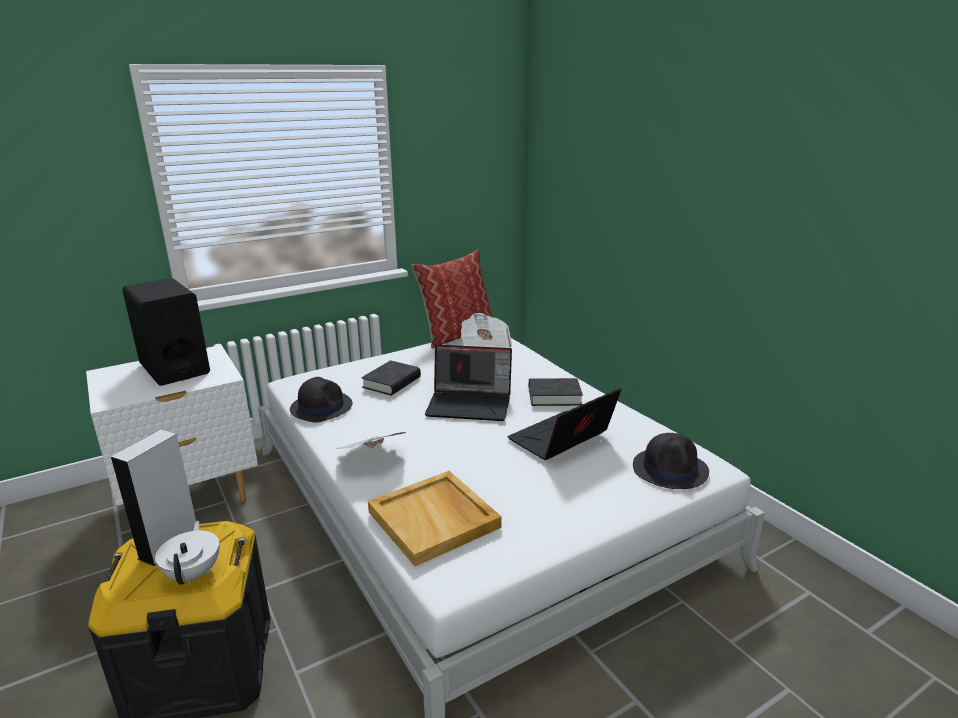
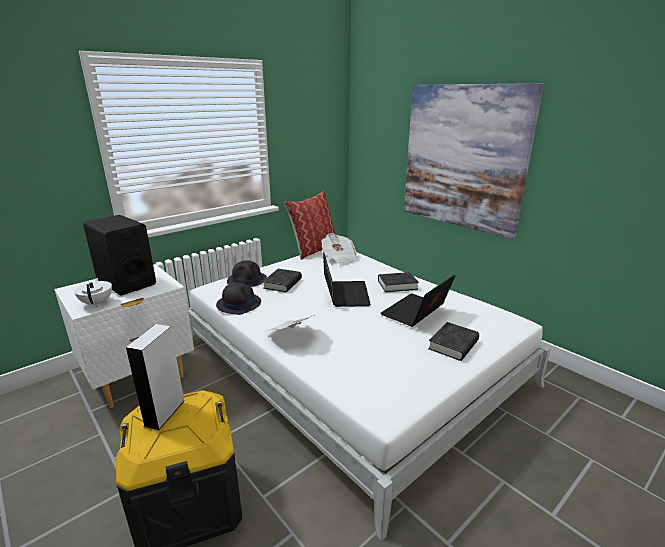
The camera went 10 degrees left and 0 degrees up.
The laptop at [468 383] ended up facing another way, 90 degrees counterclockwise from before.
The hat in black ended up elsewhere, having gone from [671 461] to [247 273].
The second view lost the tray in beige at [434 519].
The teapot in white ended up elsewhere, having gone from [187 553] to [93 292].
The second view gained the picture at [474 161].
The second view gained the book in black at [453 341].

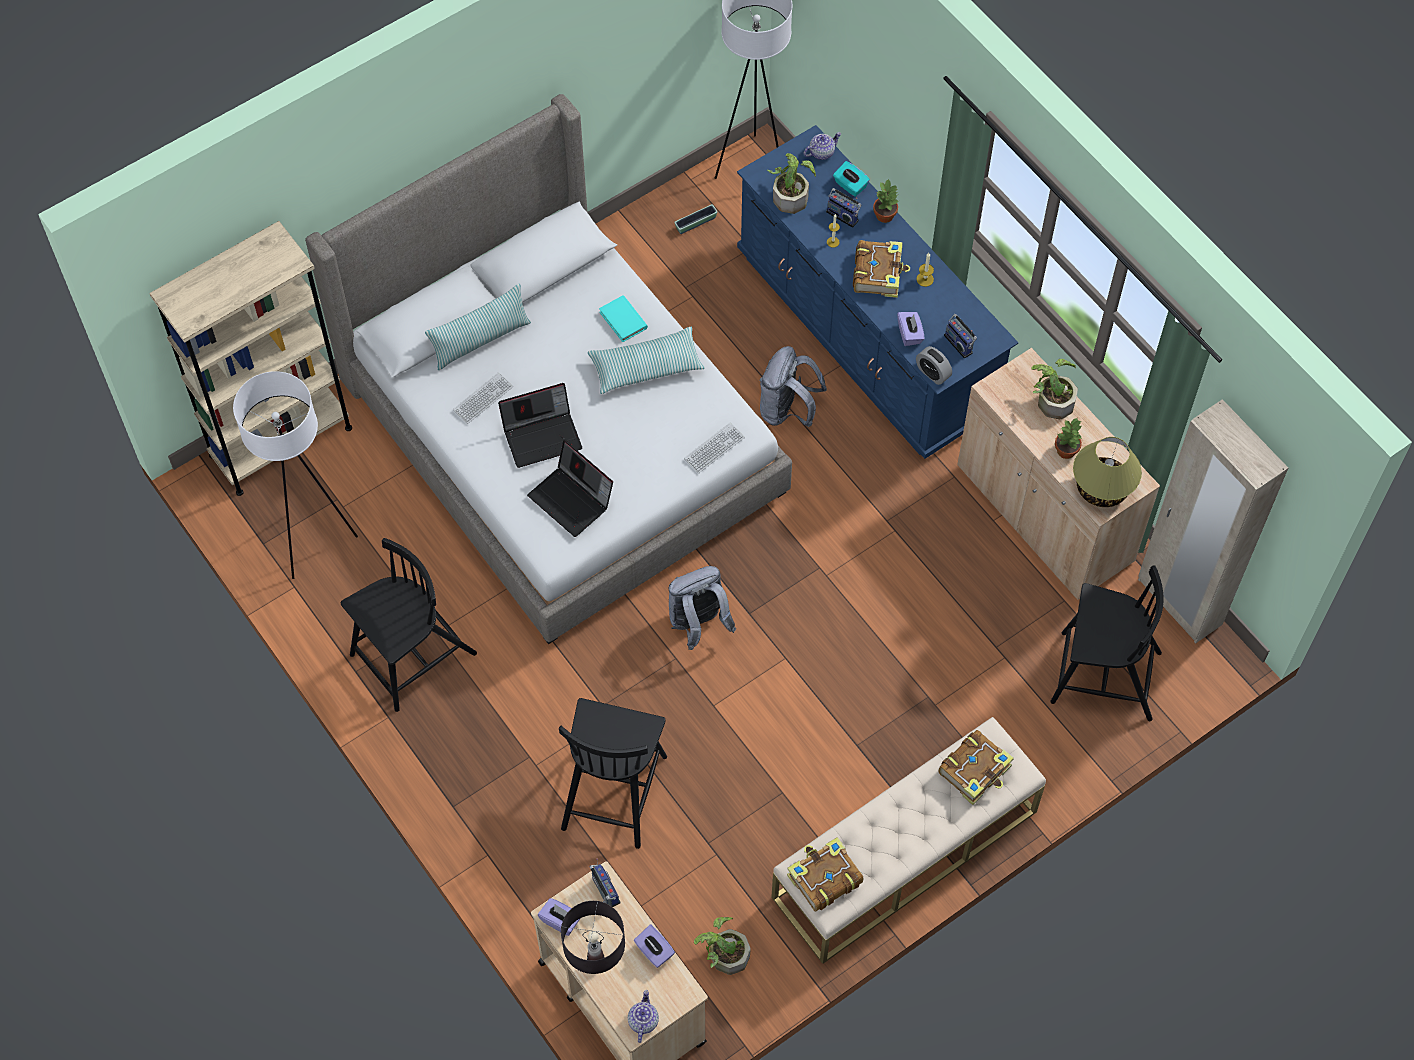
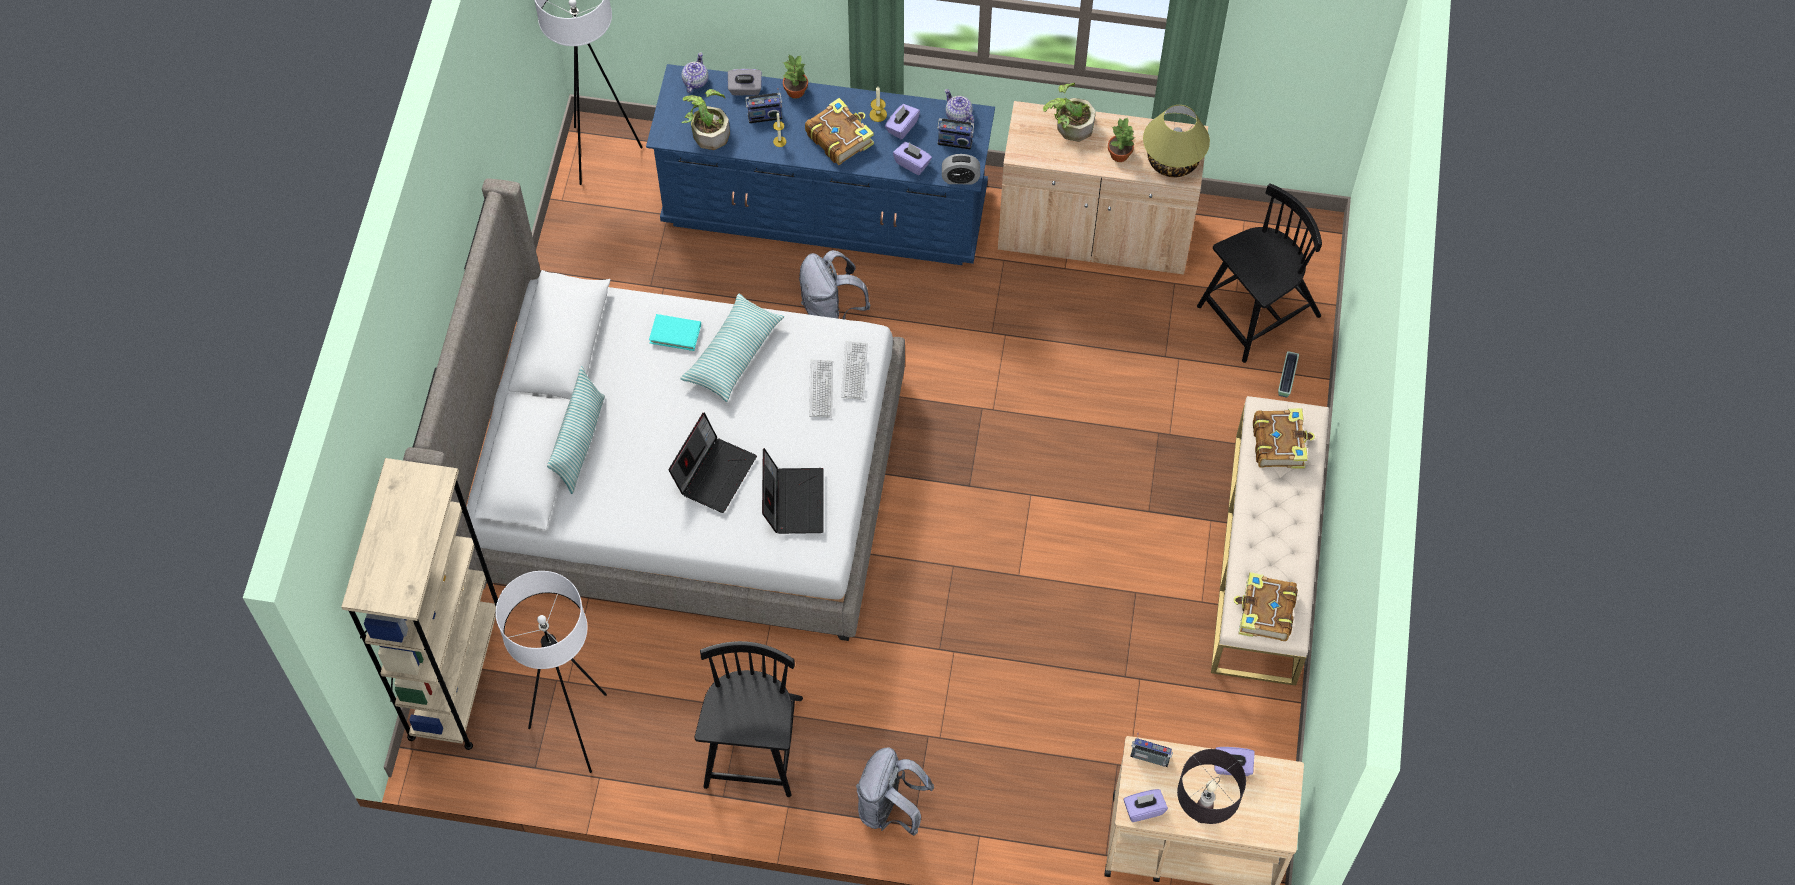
The camera went 45 degrees left and 0 degrees up.
What was the tissue box in turquoise at [851 179] turned into the tissue box in grey at [745 82].
The planter ended up elsewhere, having gone from [695 219] to [1288 374].
The keyboard ended up elsewhere, having gone from [483 398] to [821 389].
The second view lost the wardrobe in beige at [1213 521].
The laptop at [570 488] ended up facing another way, 90 degrees counterclockwise from before.
The backpack in grey ended up elsewhere, having gone from [702 608] to [895 791].
The second view lost the chair in black at [613 773].
The second view lost the potted plant at [722 946].
The teapot ended up elsewhere, having gone from [643 1016] to [959 106].
The second view gained the tissue box in purple at [902 122].

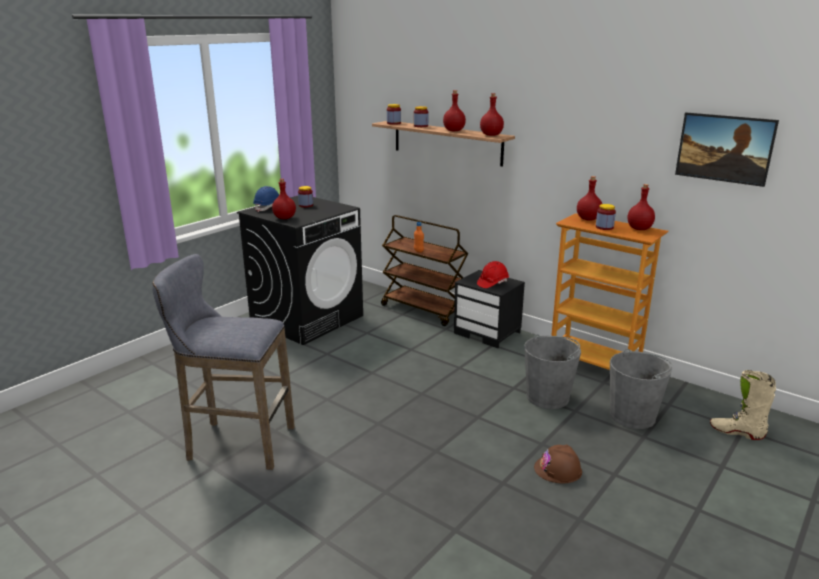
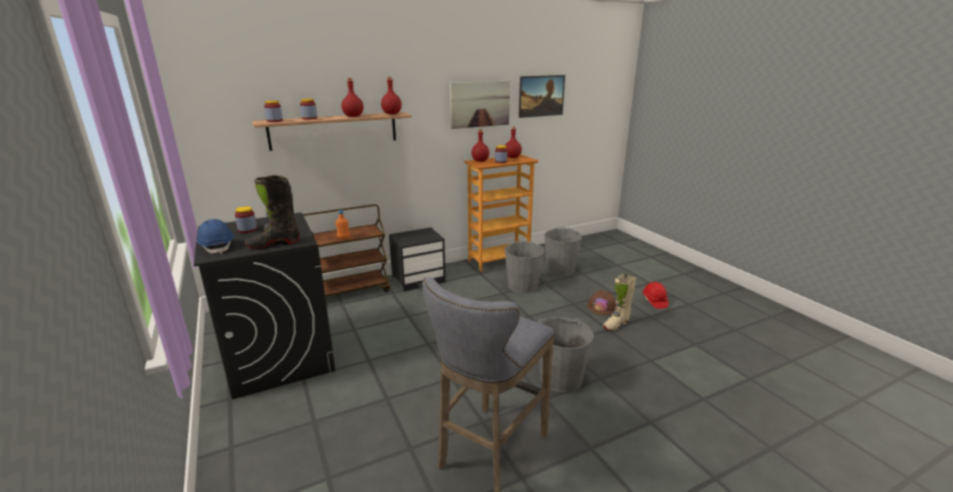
The camera went 65 degrees left and 0 degrees up.
Where the bottle in red stood at [284 199], the boot in black came to stand at [272 212].
The hard hat in red ended up elsewhere, having gone from [493 274] to [655 295].
The boot in beige ended up elsewhere, having gone from [743 405] to [619 302].
The second view gained the picture at [480 105].
The second view gained the bucket in grey at [566 355].

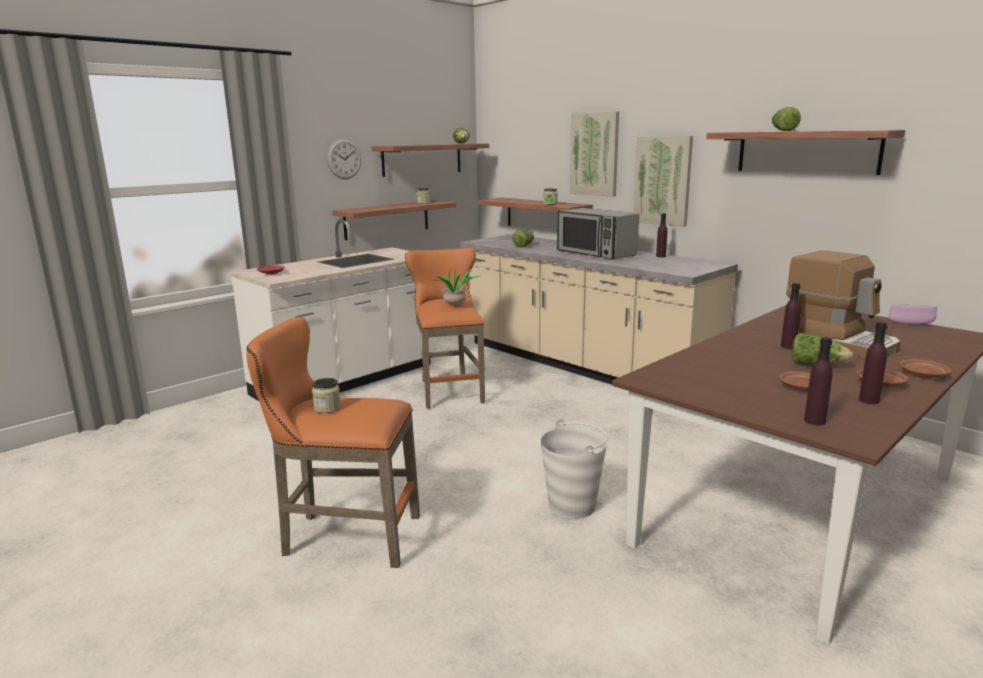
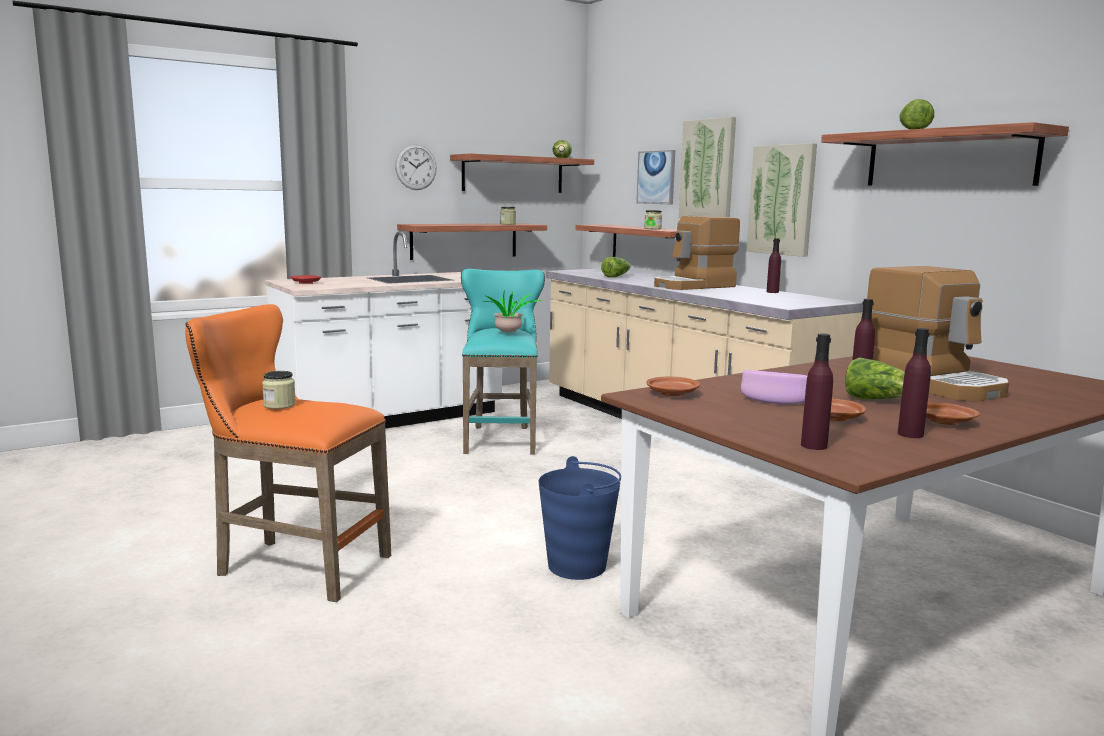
The camera went 10 degrees right and 5 degrees down.
Where the microwave stood at [598 234], the coffee machine came to stand at [697 253].
What was the stool in orange at [445 328] turned into the stool in turquoise at [503 362].
The bowl in purple ended up elsewhere, having gone from [912 315] to [774 387].
The plate in brown ended up elsewhere, having gone from [925 368] to [673 386].
What was the bucket in white at [574 469] turned into the bucket in blue at [580 518].
The second view gained the picture at [655 177].

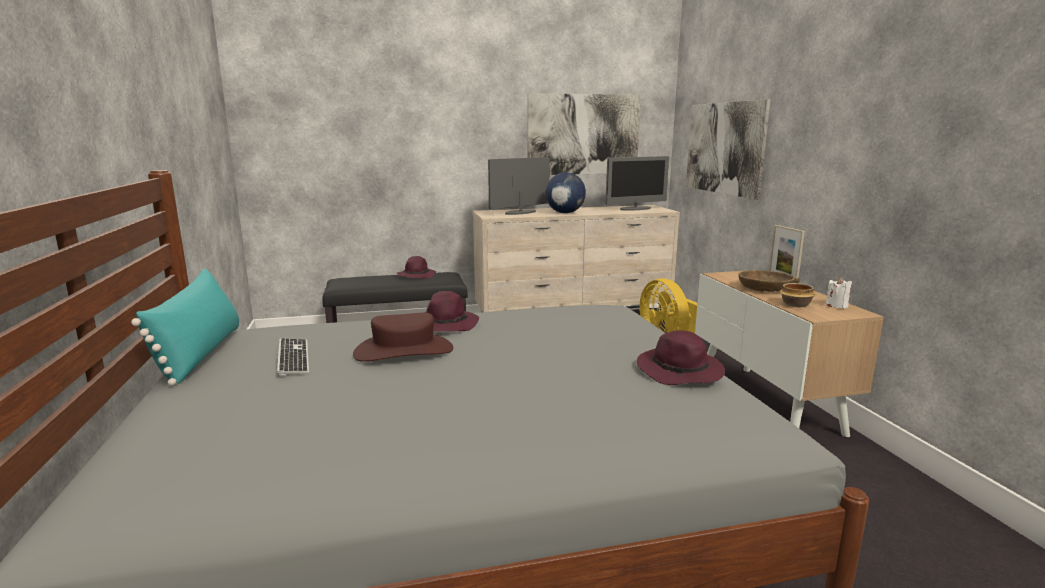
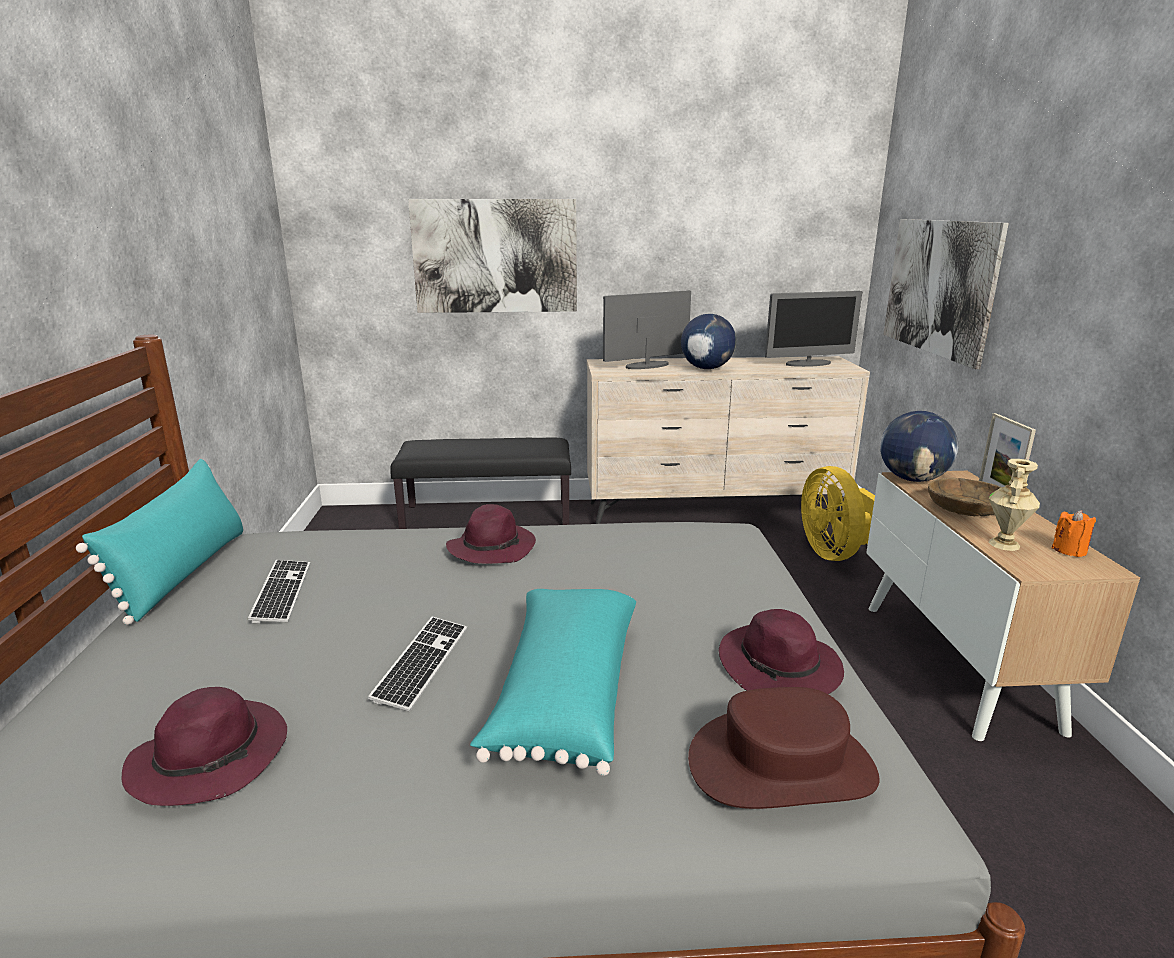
The camera went 10 degrees right and 5 degrees up.
The picture ended up elsewhere, having gone from [584 134] to [492 256].
The hat in purple ended up elsewhere, having gone from [416 267] to [204 746].
What was the candle in white at [839 293] turned into the candle in orange at [1074 533].
Where the bowl stood at [797 295], the vase in beige came to stand at [1014 505].
The hat in brown ended up elsewhere, having gone from [403 337] to [784 748].
The second view gained the globe at [919 446].
The second view gained the pillow in turquoise at [553 682].
The second view gained the keyboard at [417 664].

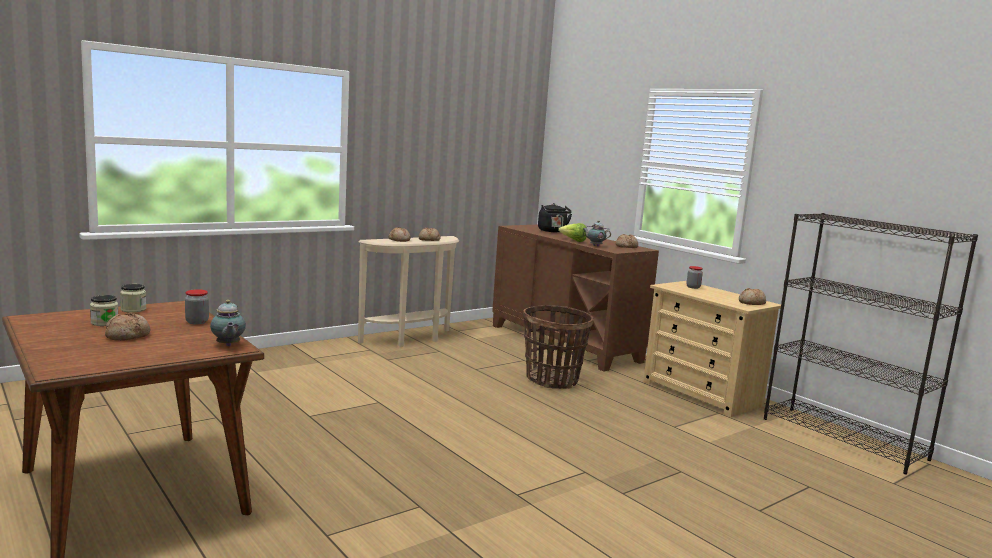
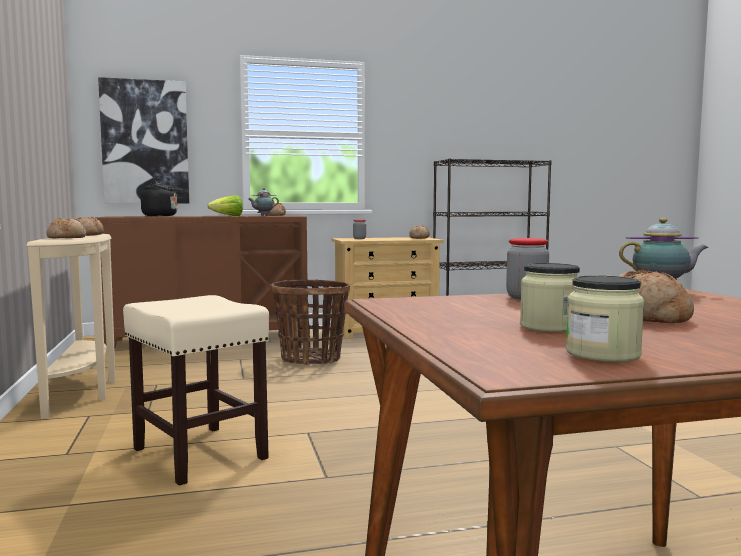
The camera went 65 degrees left and 5 degrees down.
The jar ended up elsewhere, having gone from [133 298] to [605 318].
The second view gained the picture at [143 140].
The second view gained the stool in beige at [196 390].

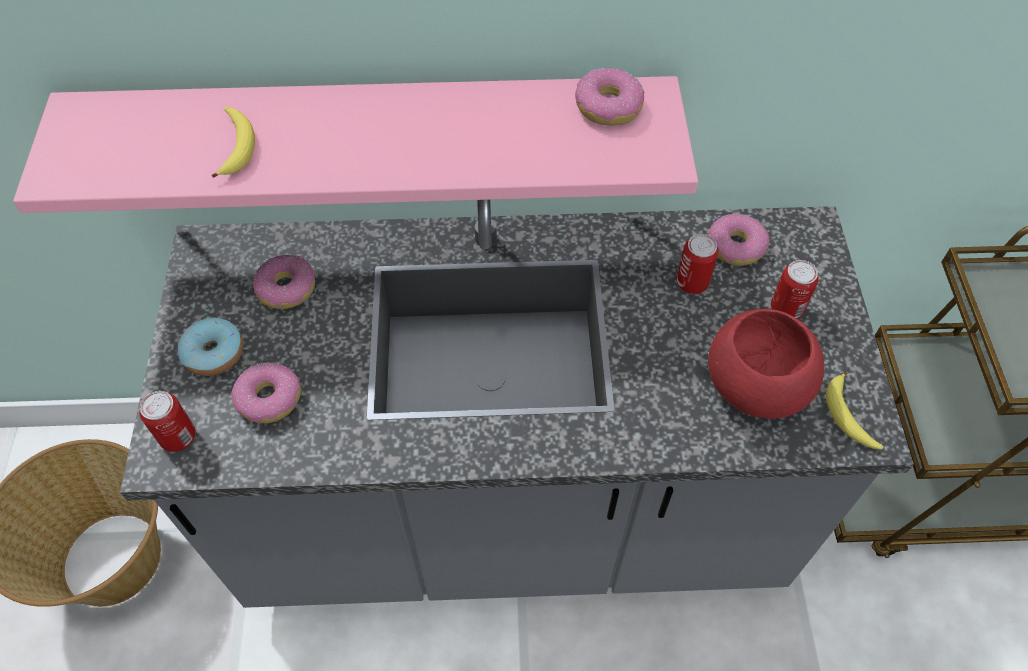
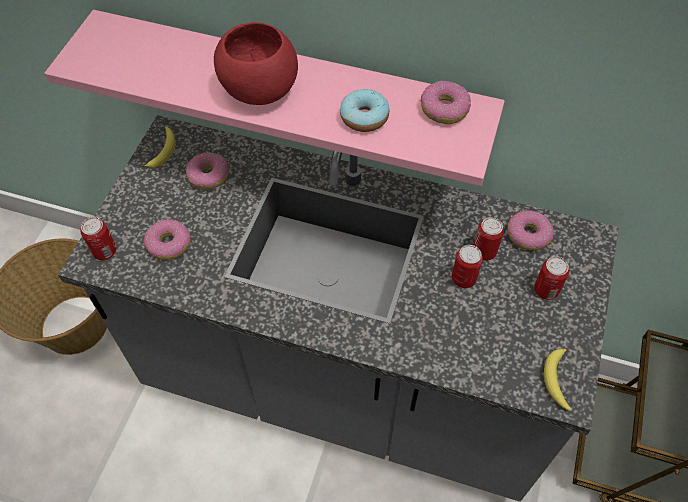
The camera went 20 degrees right and 0 degrees up.
The banana ended up elsewhere, having gone from [233 142] to [159 147].
The bowl in red ended up elsewhere, having gone from [766 364] to [256 63].
The donut ended up elsewhere, having gone from [210 347] to [364 110].
The second view gained the can at [467 266].

